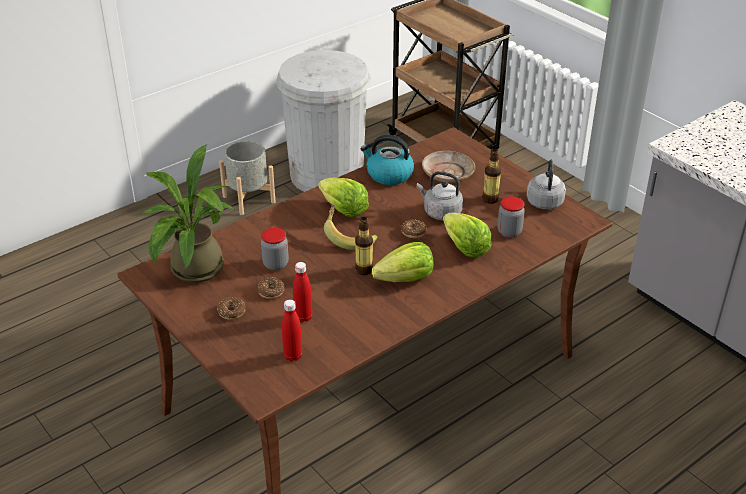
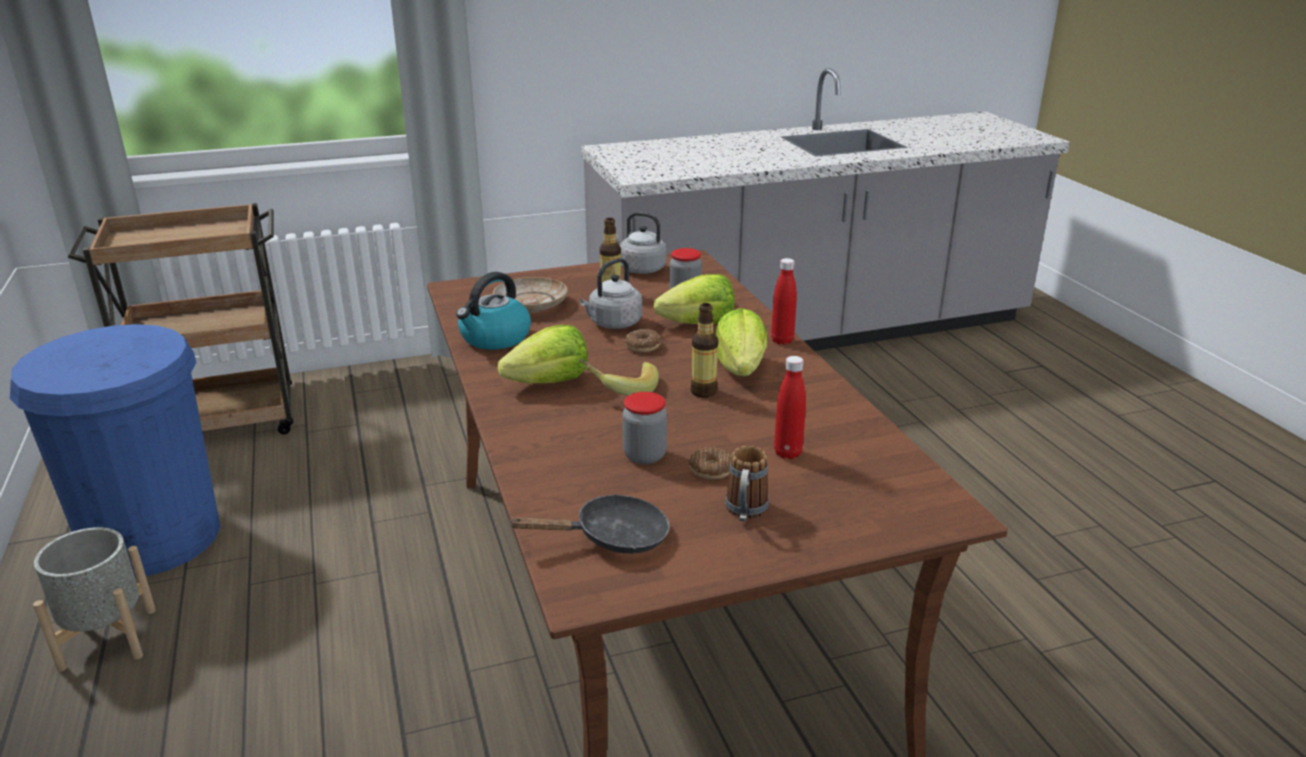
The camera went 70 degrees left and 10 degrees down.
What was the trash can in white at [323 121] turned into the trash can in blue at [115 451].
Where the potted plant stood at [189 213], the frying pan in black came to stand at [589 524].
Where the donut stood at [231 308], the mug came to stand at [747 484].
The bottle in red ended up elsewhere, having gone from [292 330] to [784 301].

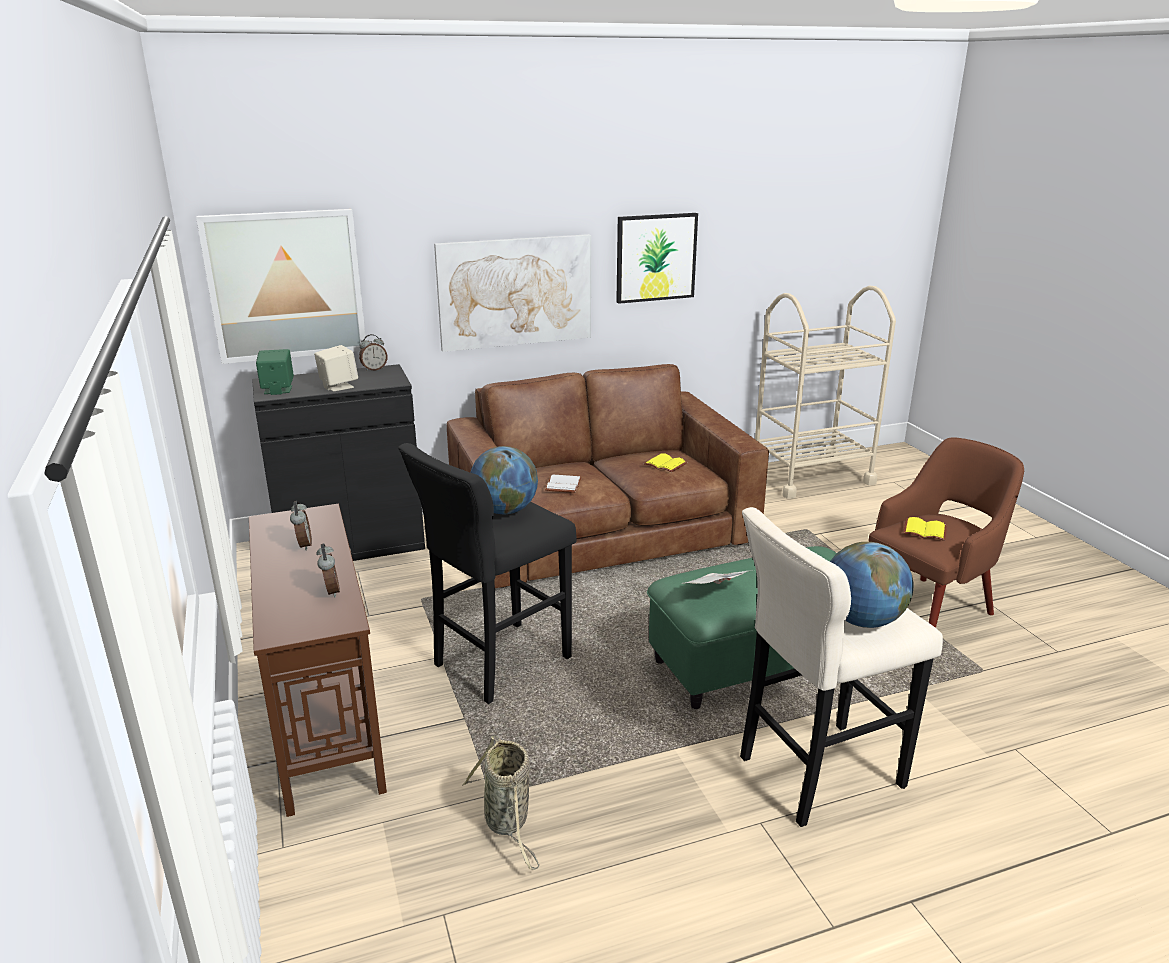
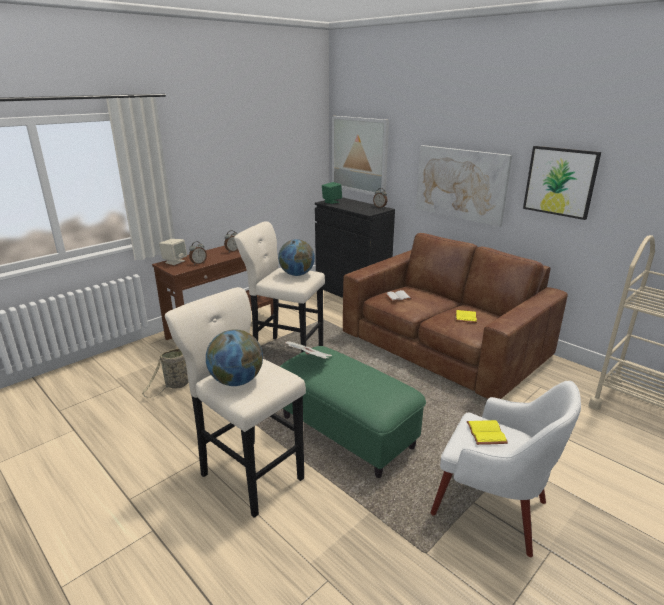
The camera went 65 degrees right and 0 degrees up.
The speaker in beige ended up elsewhere, having gone from [336 368] to [173 252].
What was the armchair in brown at [946 532] turned into the armchair in white at [505 469].
What was the stool in black at [487 573] turned into the stool in beige at [279 287].

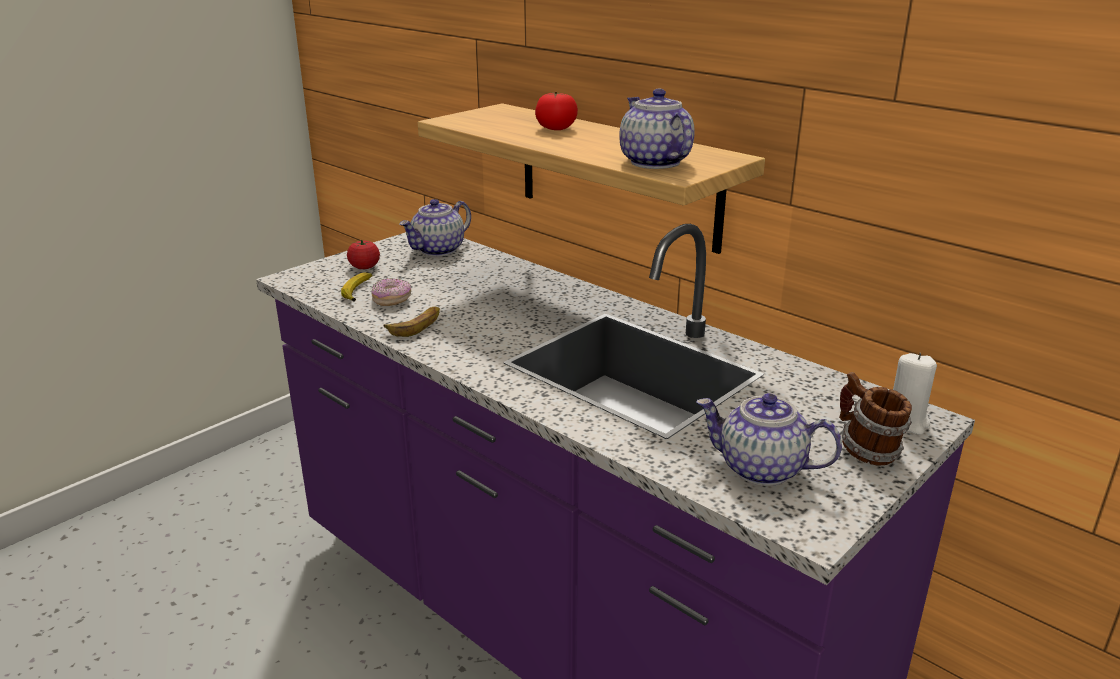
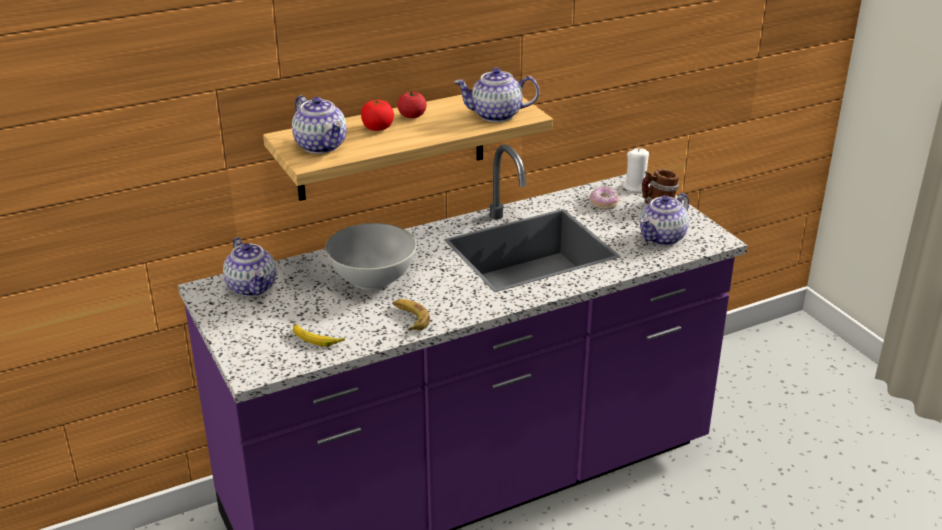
The camera went 70 degrees left and 5 degrees up.
The tomato ended up elsewhere, having gone from [363 254] to [412 105].
The donut ended up elsewhere, having gone from [391 292] to [604 197].
The second view gained the teapot at [319 124].
The second view gained the bowl in white at [371 257].

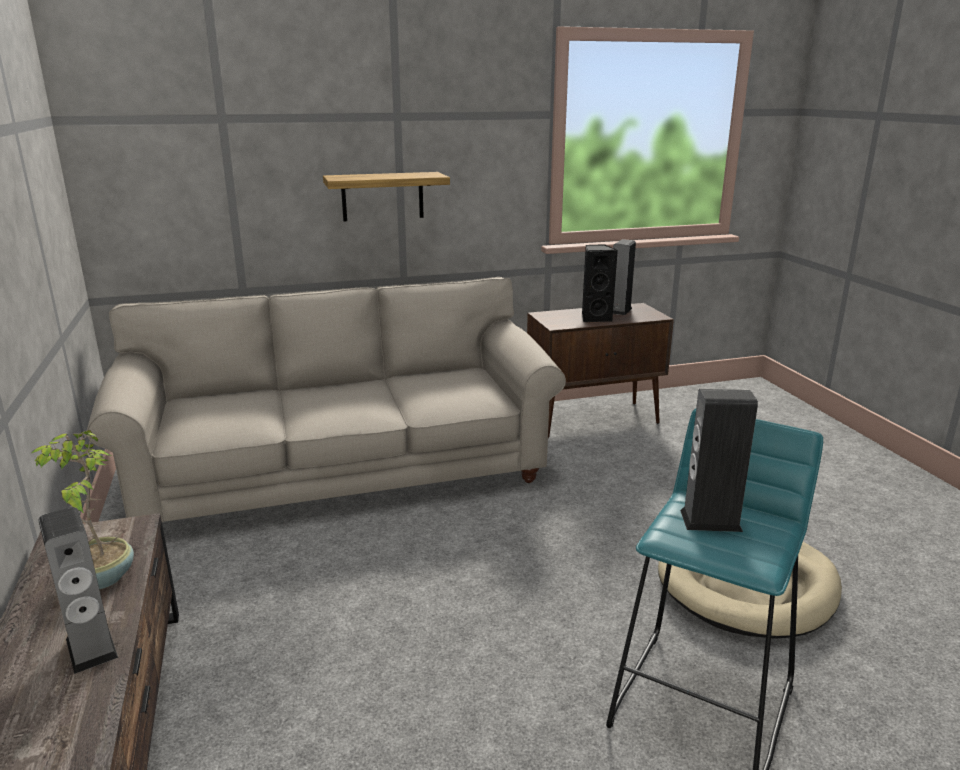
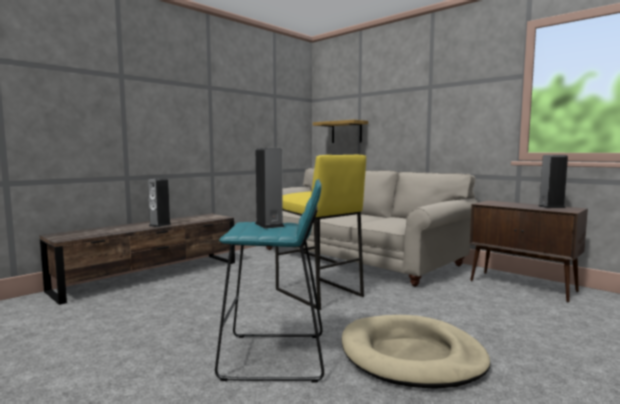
The camera went 60 degrees right and 15 degrees down.
The shelf ended up elsewhere, having gone from [386 196] to [340 131].
The second view lost the speaker in black at [600 283].
The second view lost the potted plant at [82 509].
The second view gained the stool in yellow at [320 232].

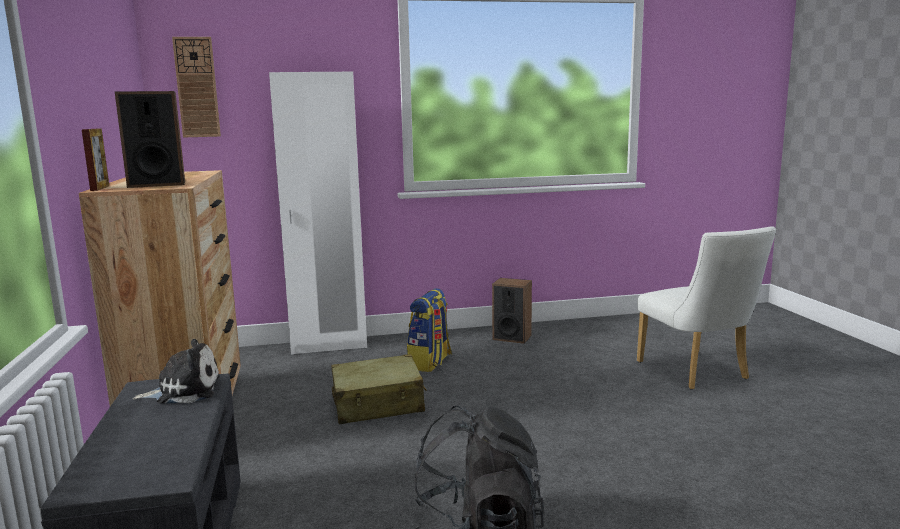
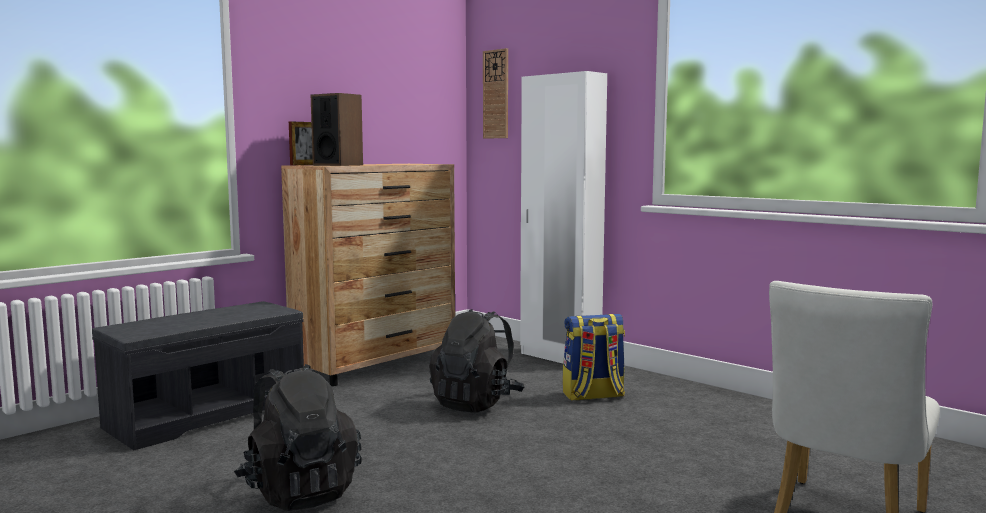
The camera went 55 degrees right and 5 degrees down.
The second view lost the speaker at [512 311].
The second view lost the plush toy at [176 371].
Where the suitcase in beige stood at [379 389], the backpack in black came to stand at [476 361].

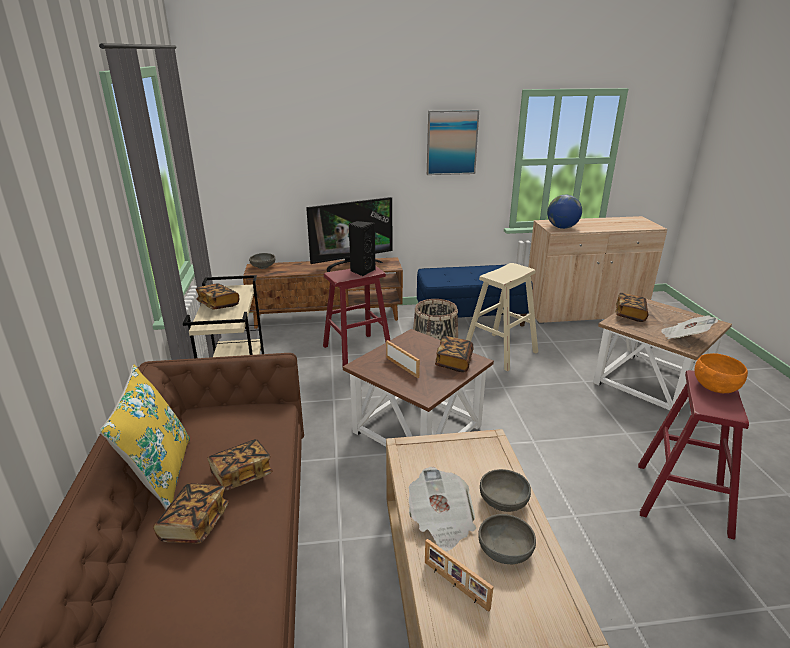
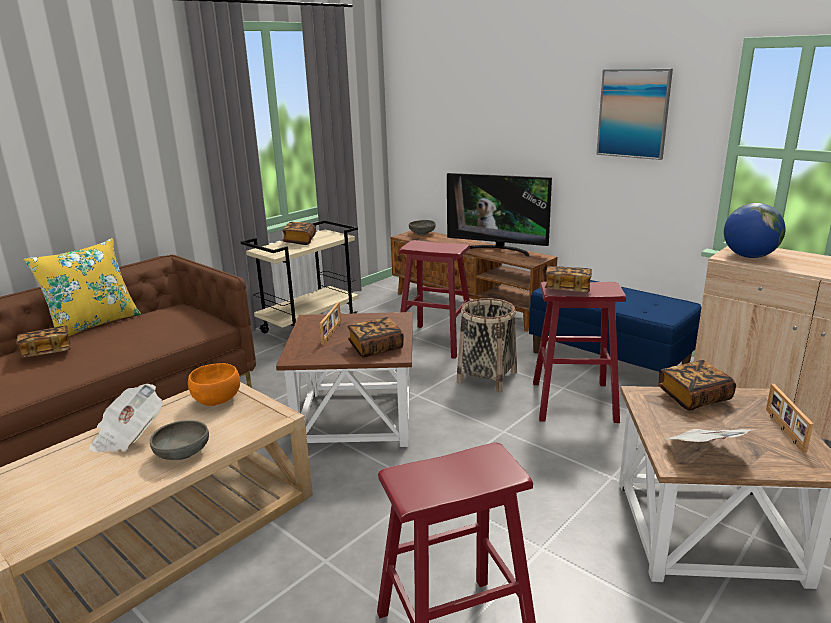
The camera went 50 degrees right and 5 degrees down.
The second view lost the speaker in black at [362 248].
What was the stool in beige at [502 317] turned into the stool in red at [579 352].
The bowl in orange ended up elsewhere, having gone from [721 373] to [214 384].
The book ended up elsewhere, having gone from [240 465] to [568 279].
The second view lost the bowl in grey at [507 539].
The picture frame ended up elsewhere, having gone from [459 575] to [789 418].

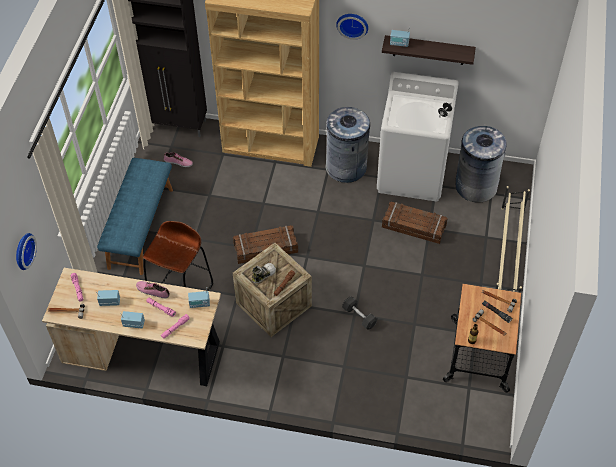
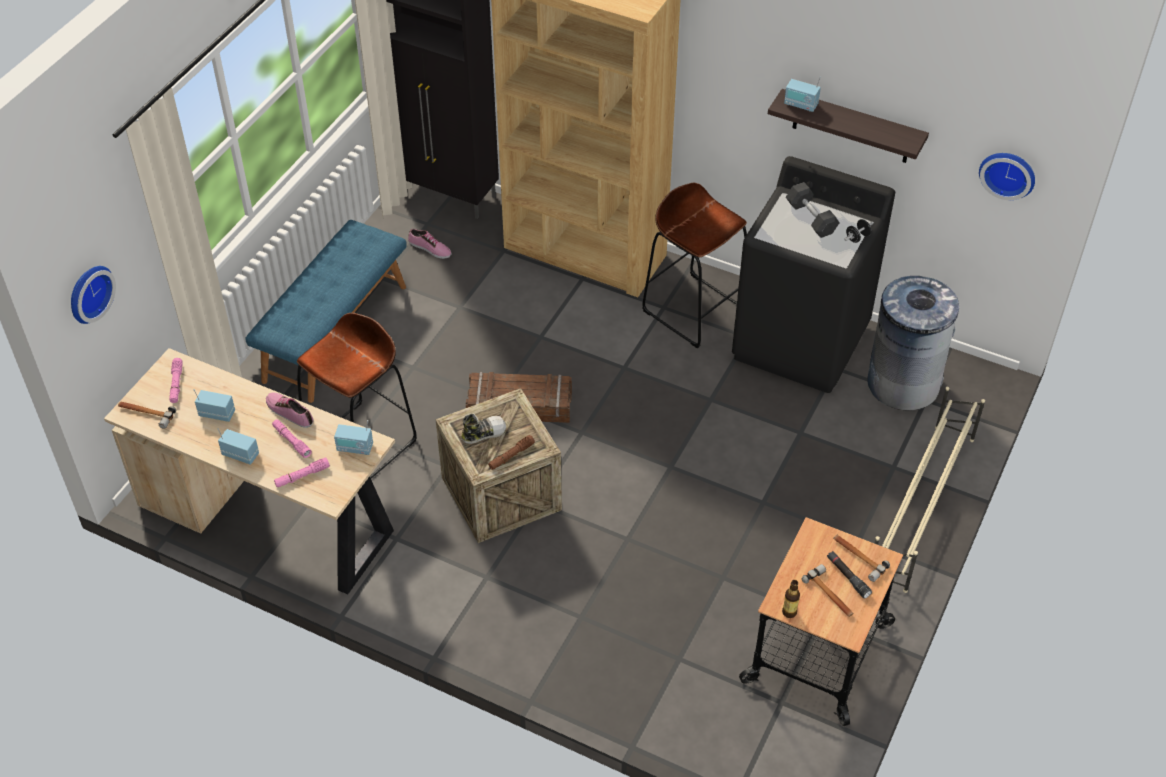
The camera went 15 degrees right and 5 degrees down.
The wall clock ended up elsewhere, having gone from [352 27] to [1007 176].
What was the washing machine in white at [418 136] turned into the washing machine in black at [813 274].
Where the trash can in grey stood at [348 145], the stool in brown came to stand at [694 266].
The second view lost the crate at [415 223].
The dumbbell in grey ended up elsewhere, having gone from [359 313] to [812 210].

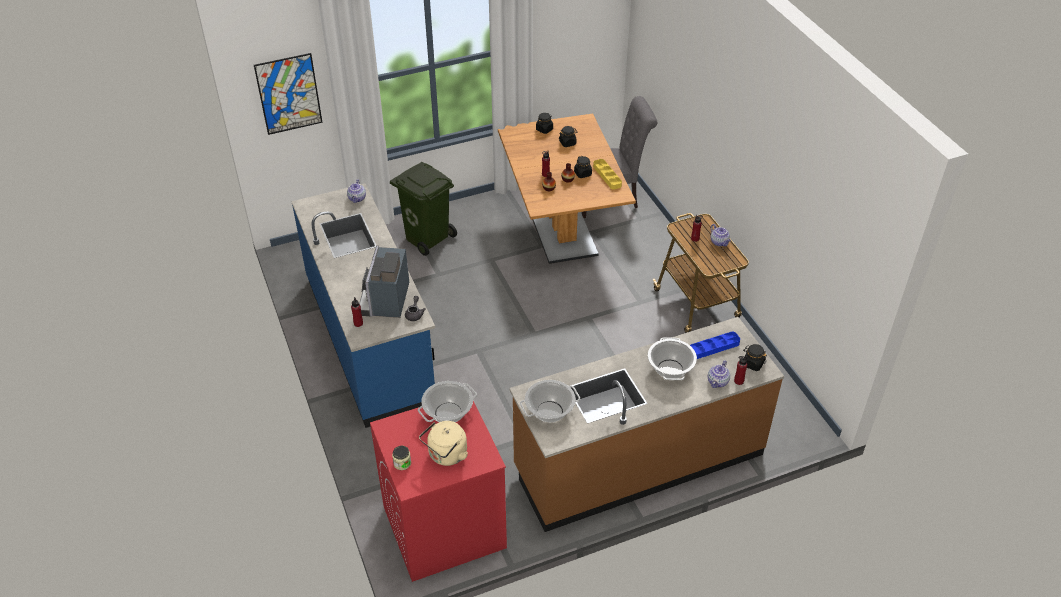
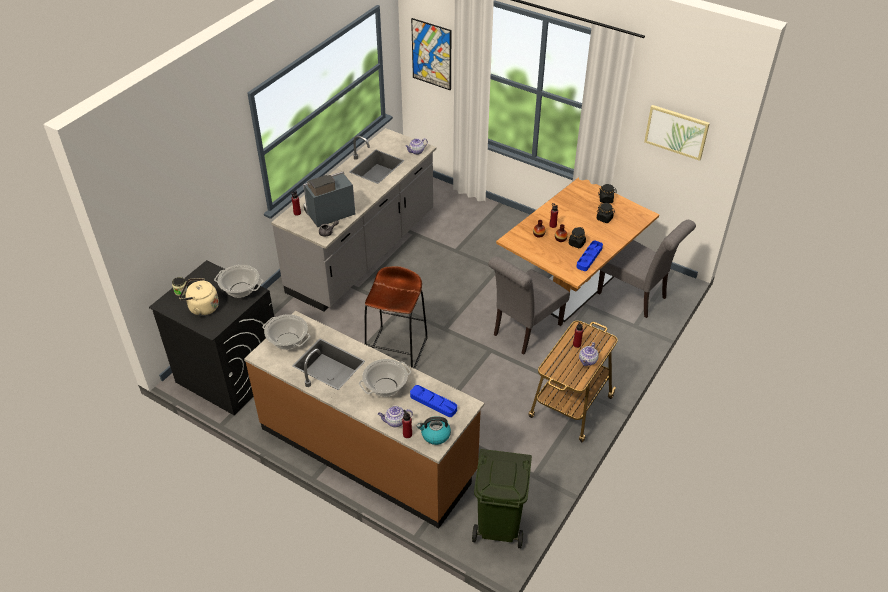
The camera went 55 degrees right and 0 degrees up.
What was the tray in yellow at [607 174] turned into the tray in blue at [589 255].
The trash can in green ended up elsewhere, having gone from [423 209] to [502 498].
What was the counter in blue at [363 305] turned into the counter in grey at [354 220].
Where the jar in black stood at [755 357], the kettle came to stand at [434 430].
What was the washing machine in red at [438 491] turned into the washing machine in black at [211 337].
The second view gained the picture at [677 133].
The second view gained the chair in grey at [529 306].
The second view gained the stool in brown at [396 317].

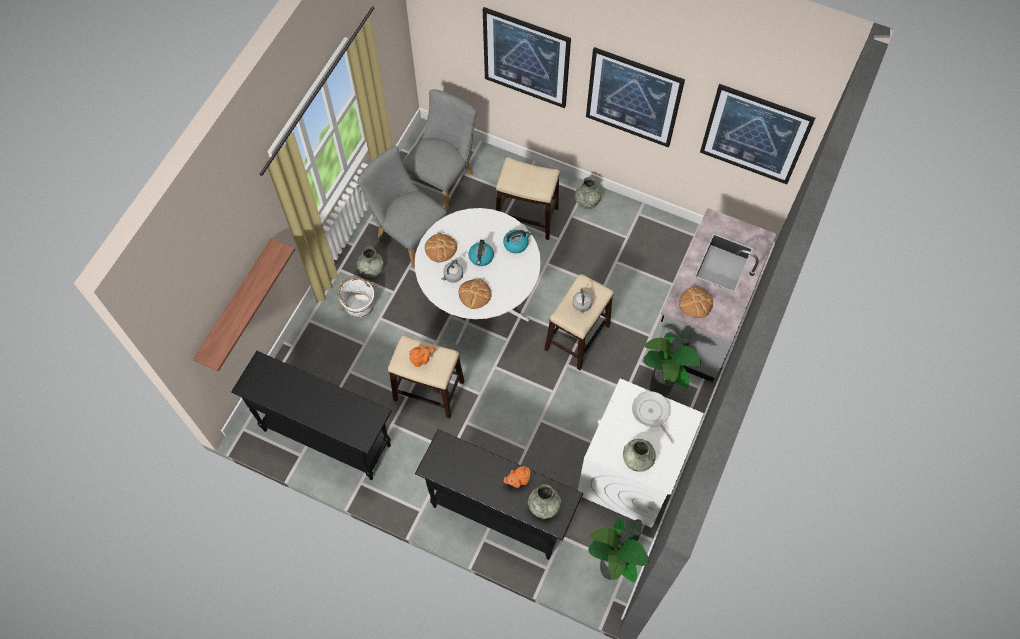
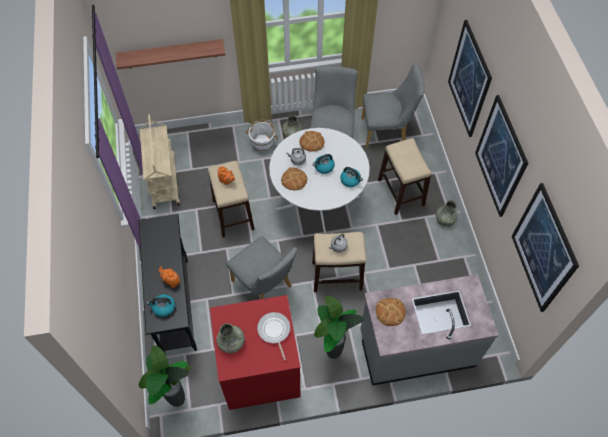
The camera went 55 degrees right and 5 degrees down.
Where the console table in black stood at [311 415], the cart in beige came to stand at [160 161].
What was the washing machine in white at [641 453] turned into the washing machine in red at [255 352].
The frying pan at [653 417] ended up facing another way, 45 degrees counterclockwise from before.
Where the vase in grey stood at [545 501], the kettle came to stand at [160 305].
The second view gained the chair in grey at [262 267].

